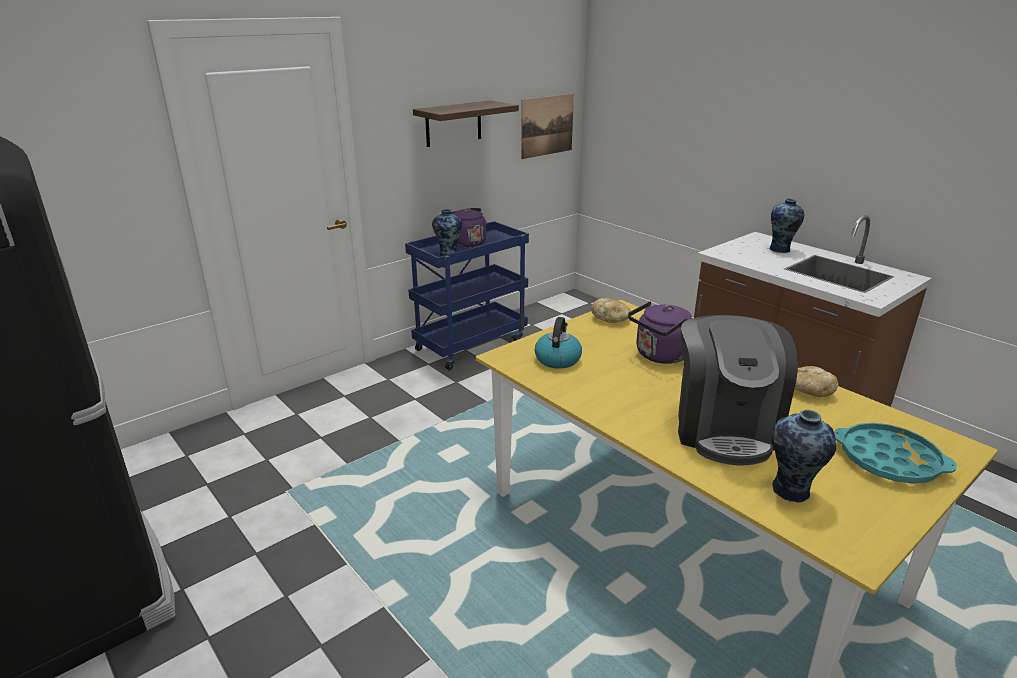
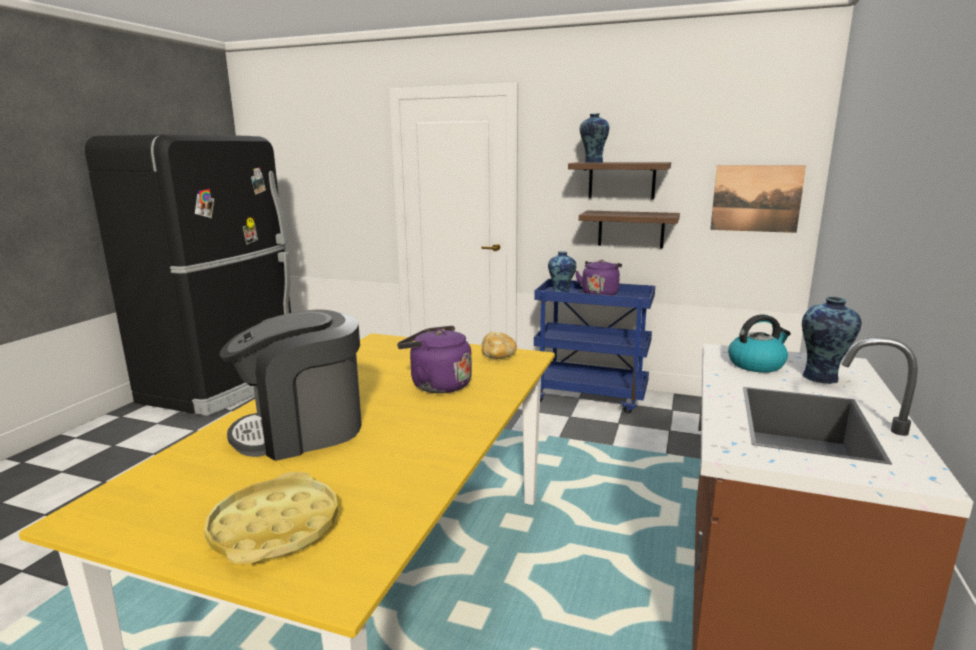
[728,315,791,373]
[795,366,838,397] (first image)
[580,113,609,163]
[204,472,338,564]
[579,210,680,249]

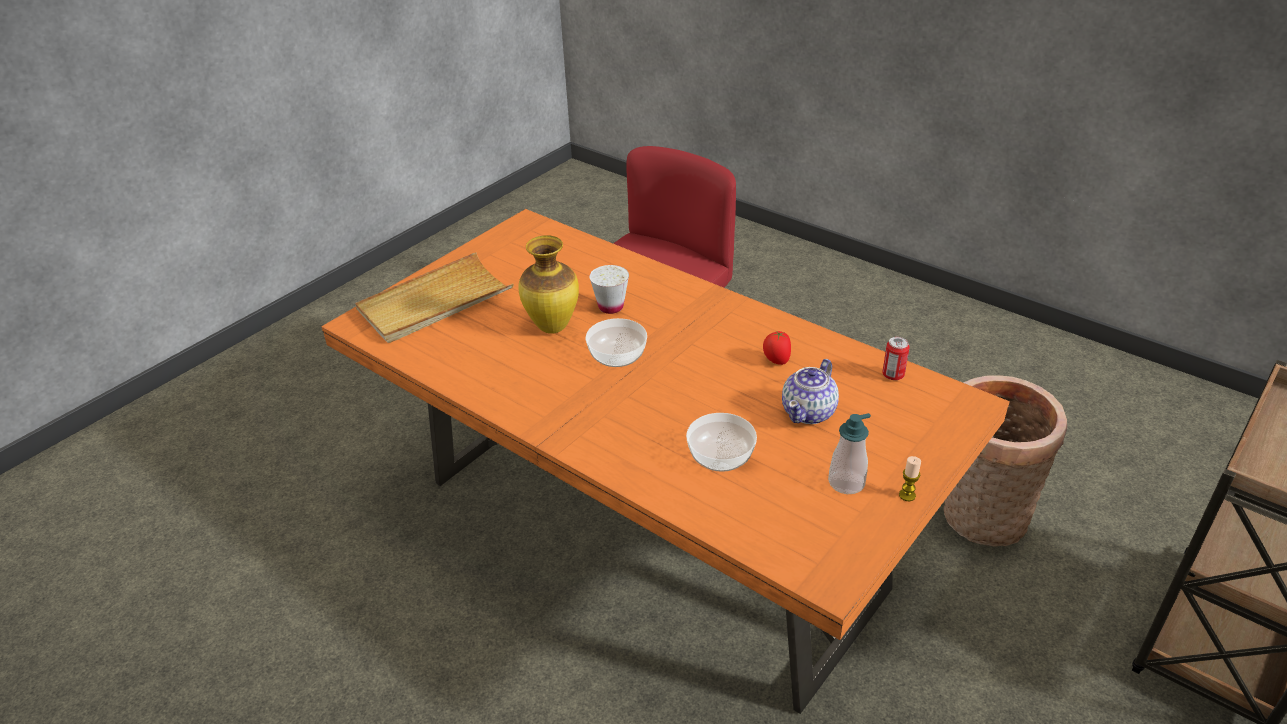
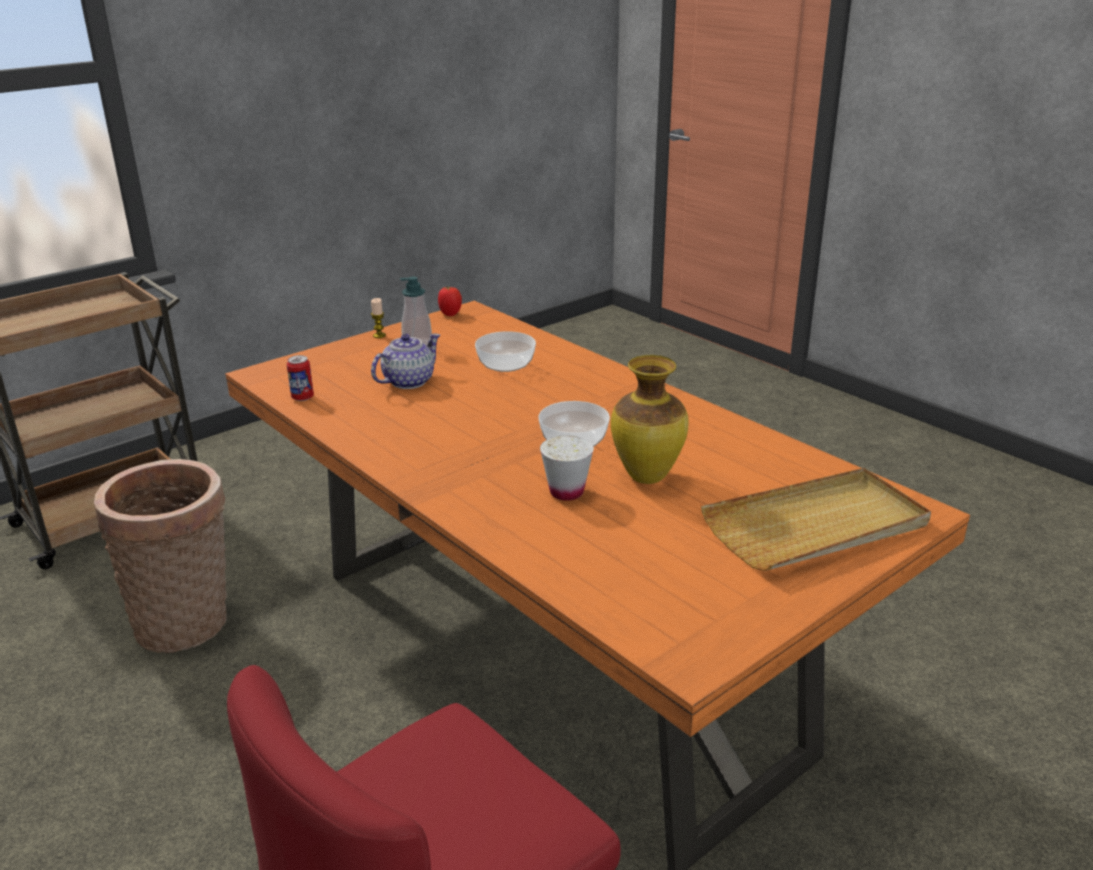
[438,287,462,316]

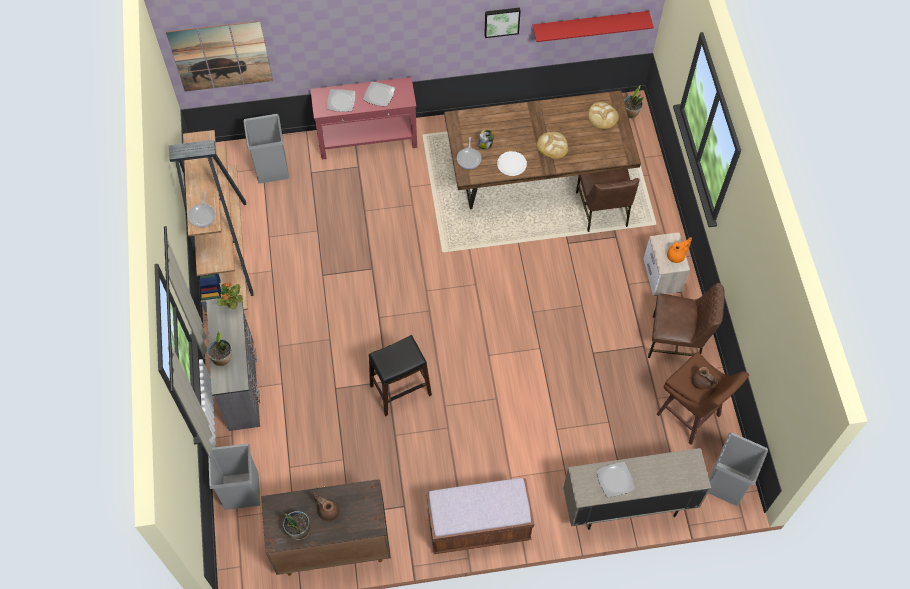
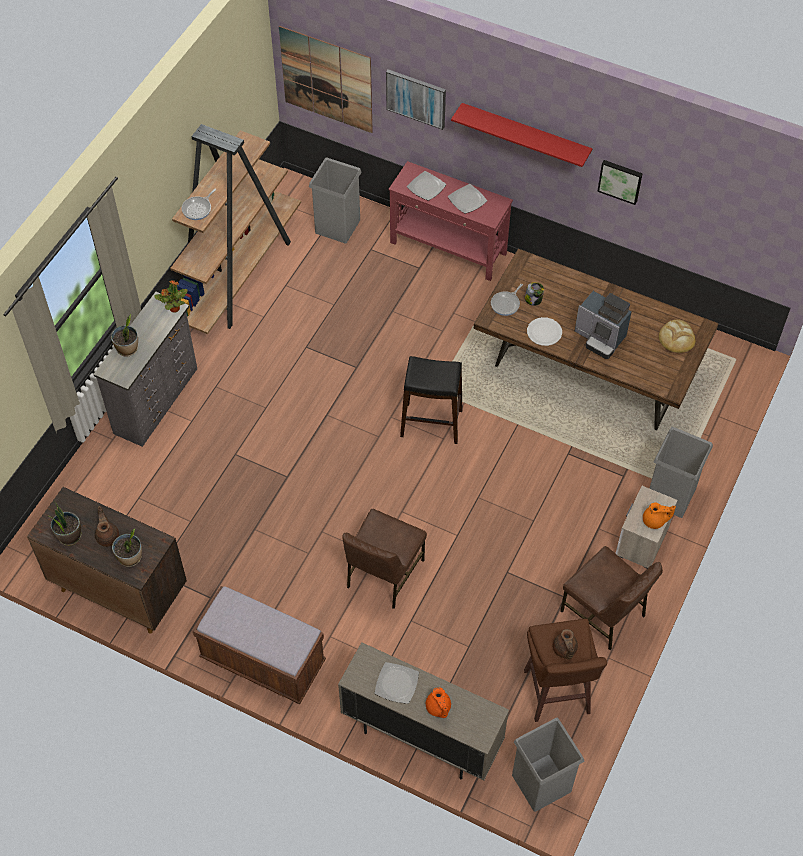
[451,103,592,167]
[112,528,142,567]
[575,291,631,359]
[342,509,427,609]
[400,356,462,444]
[649,427,713,518]
[386,69,446,130]
[426,687,451,718]

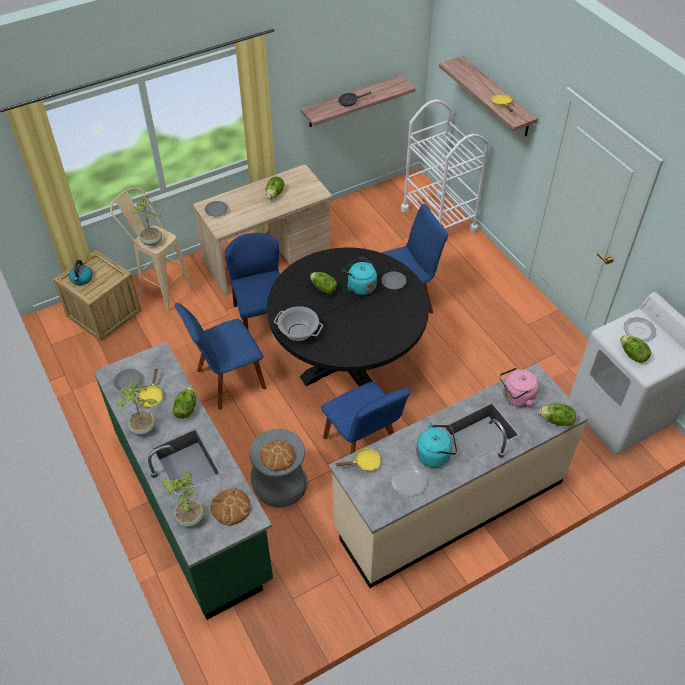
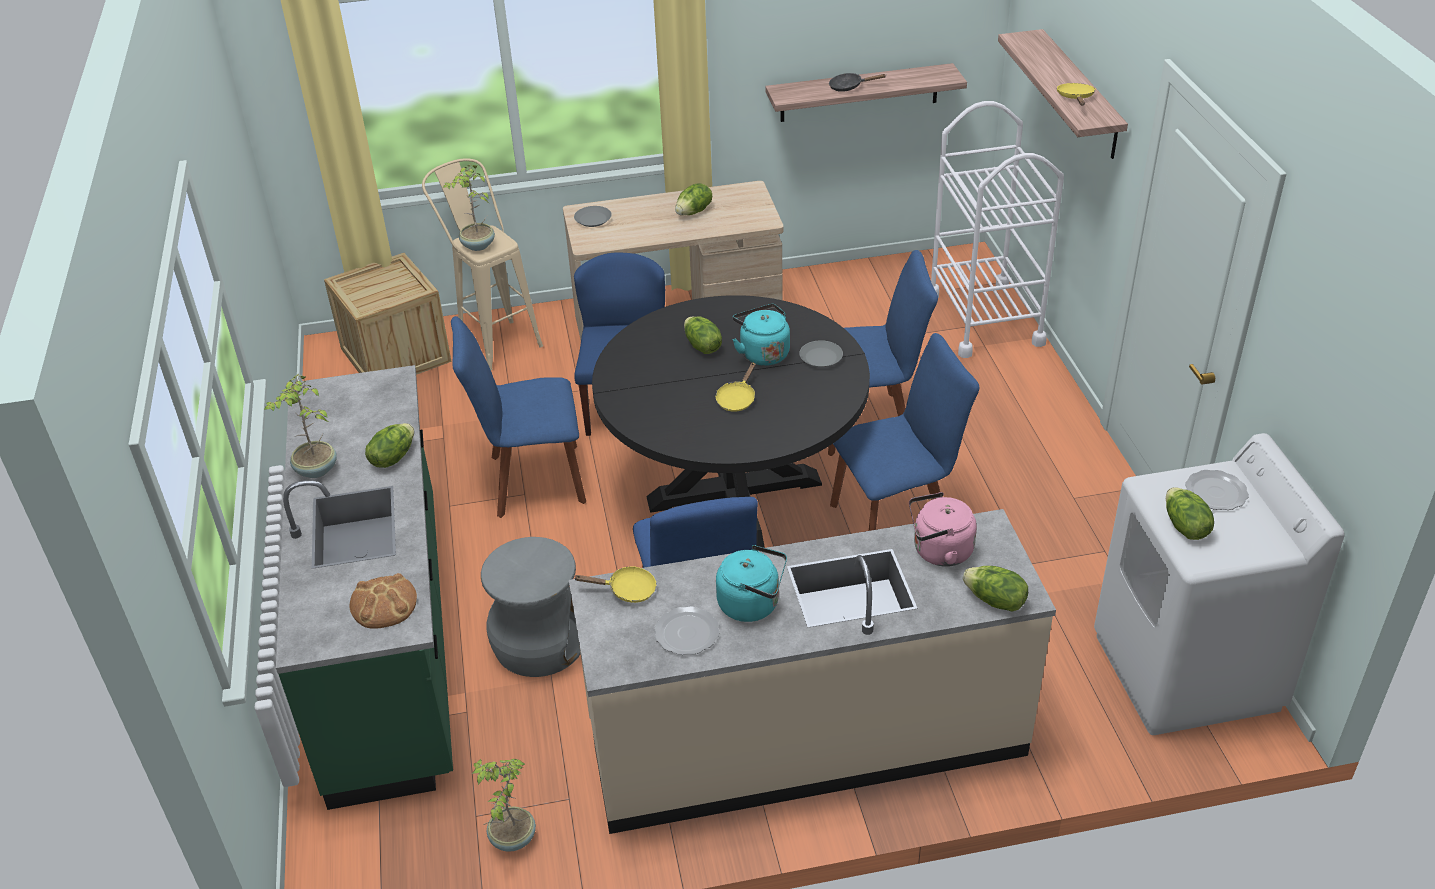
[69,260,93,285] (first image)
[274,306,323,341] (first image)
[114,369,142,390] (first image)
[716,362,755,412]
[260,439,295,471] (first image)
[472,759,536,852]
[830,333,979,531]

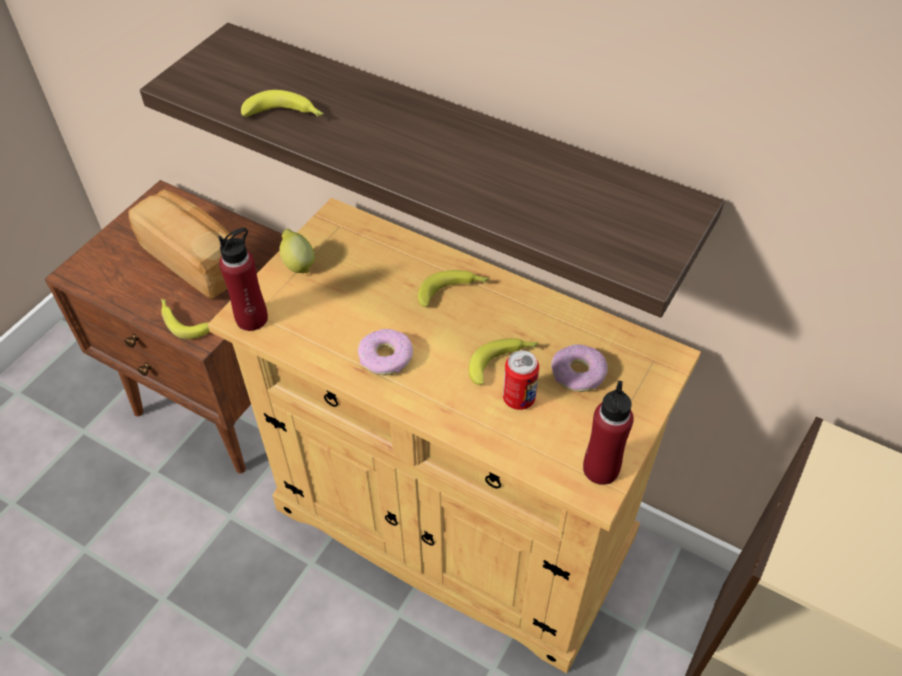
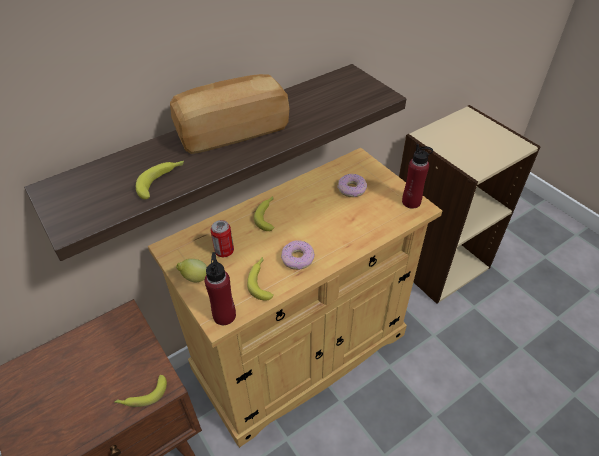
[170,74,289,154]
[247,257,274,301]
[210,220,234,257]

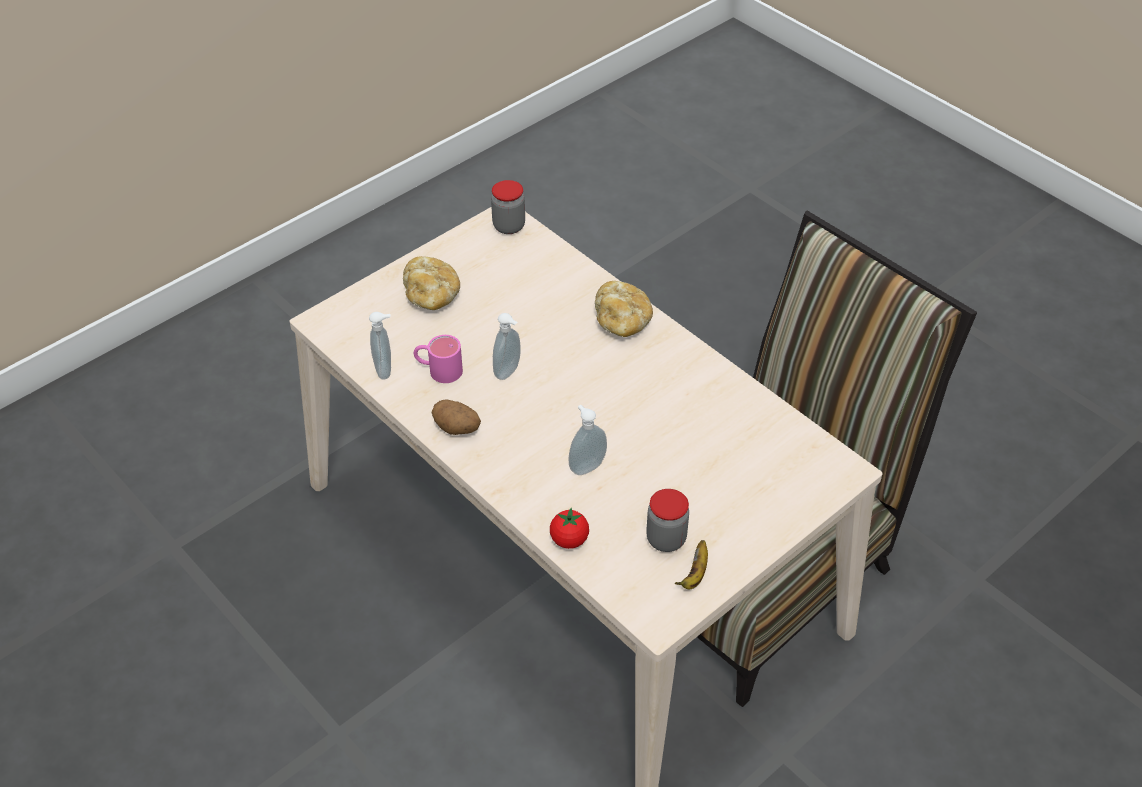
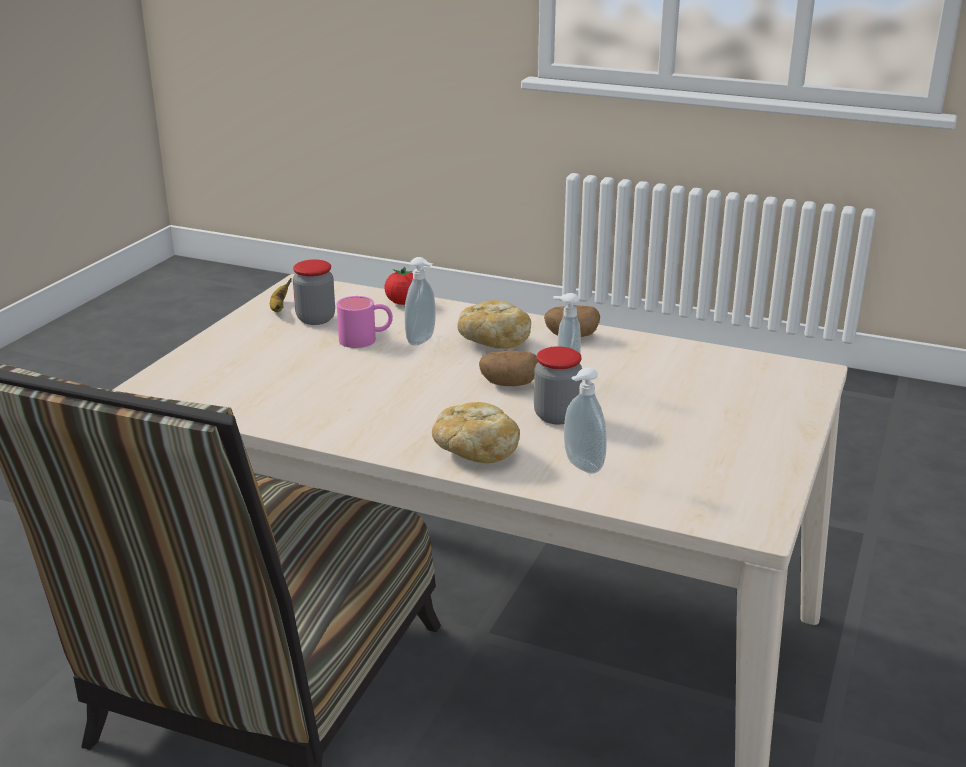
[534,346,582,424]
[457,300,531,349]
[564,367,607,474]
[337,296,393,348]
[479,350,538,386]

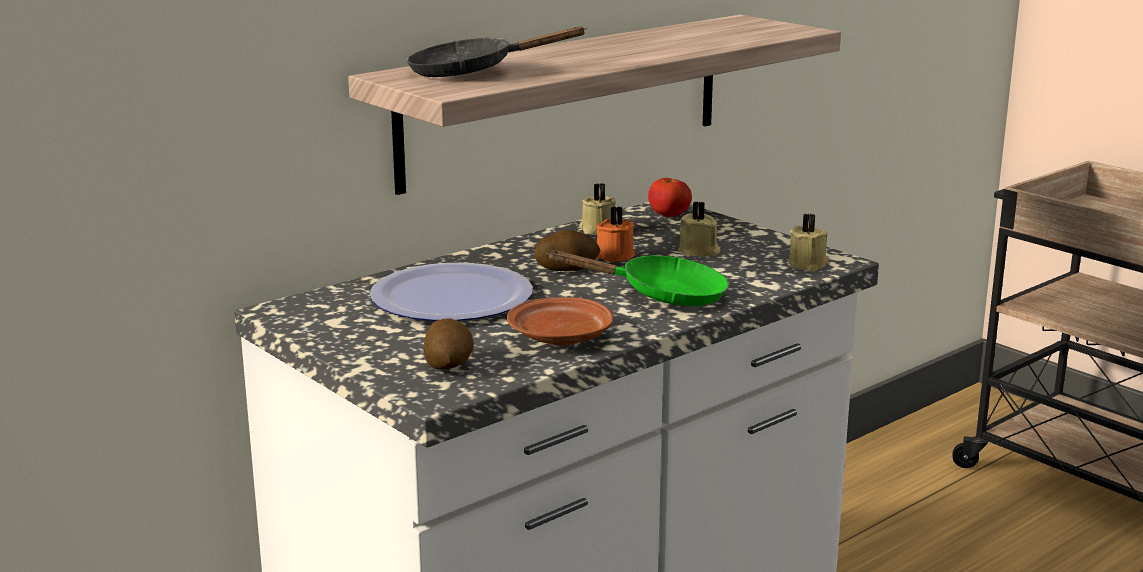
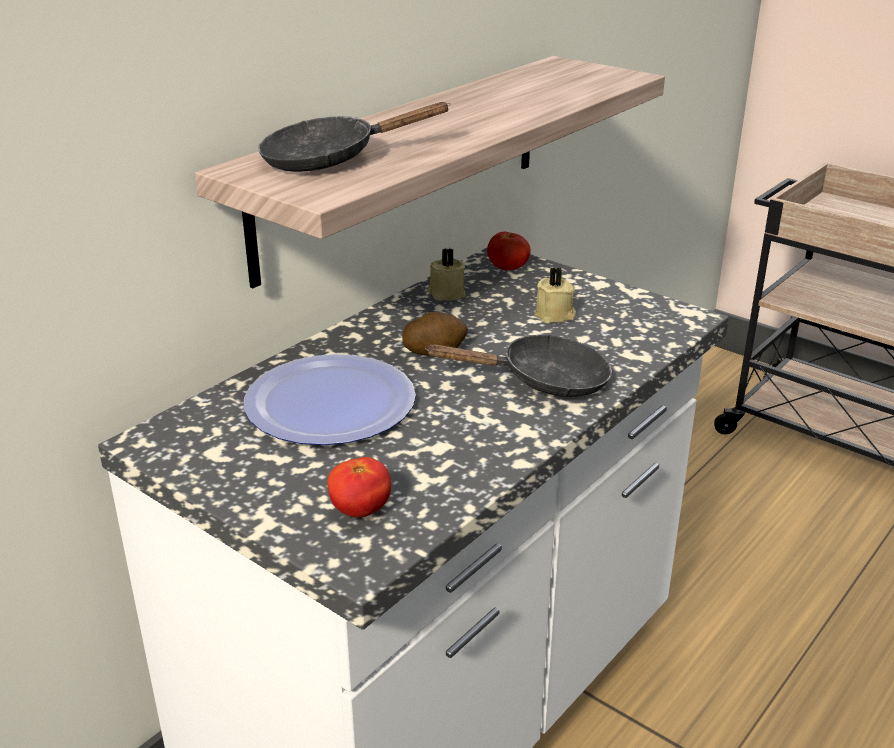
[596,206,635,262] (first image)
[789,213,829,271] (first image)
[425,334,612,397]
[507,297,613,346] (first image)
[327,457,391,518]

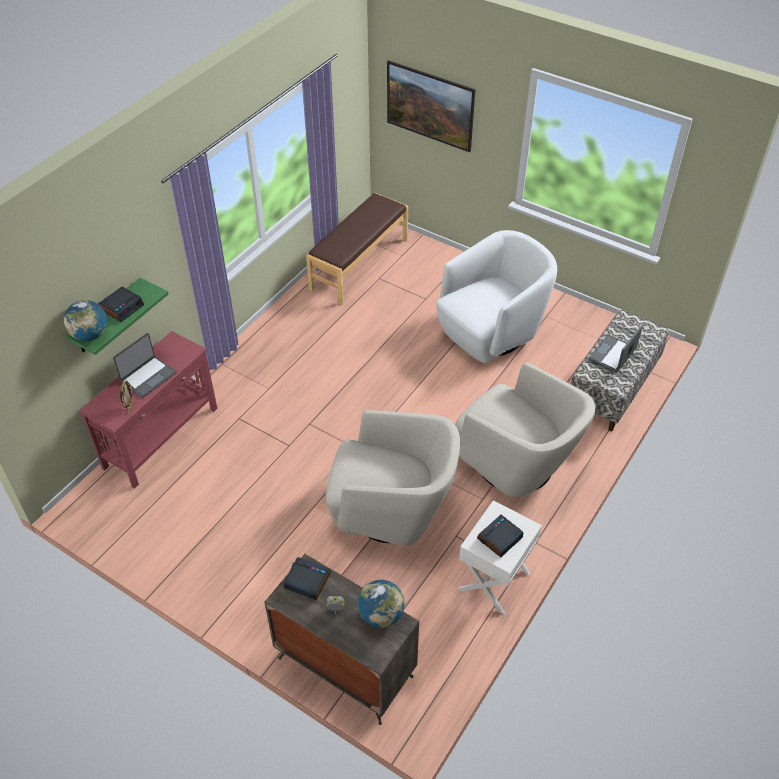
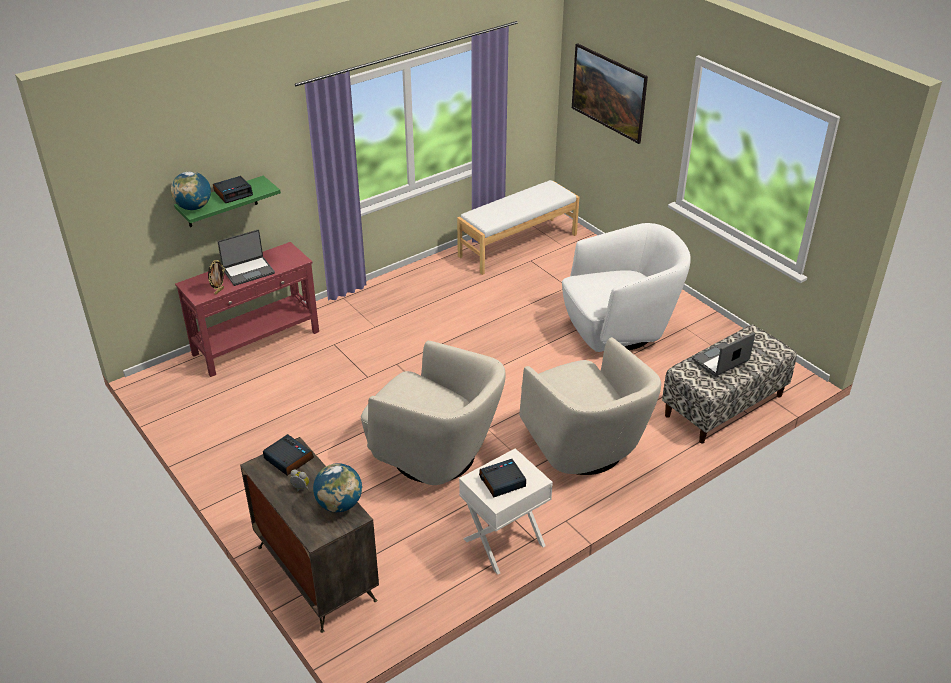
[457,180,579,275]

